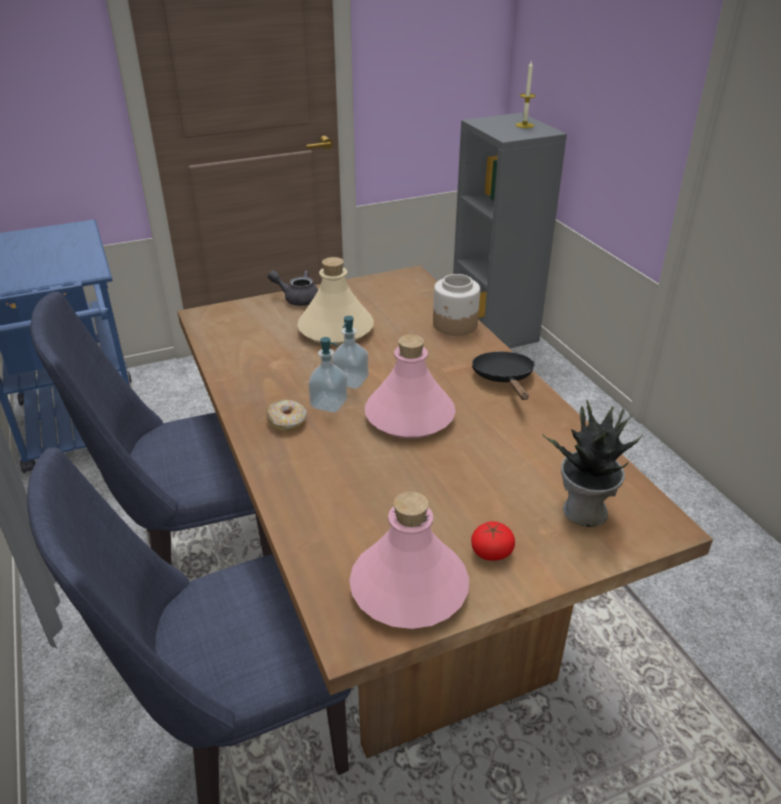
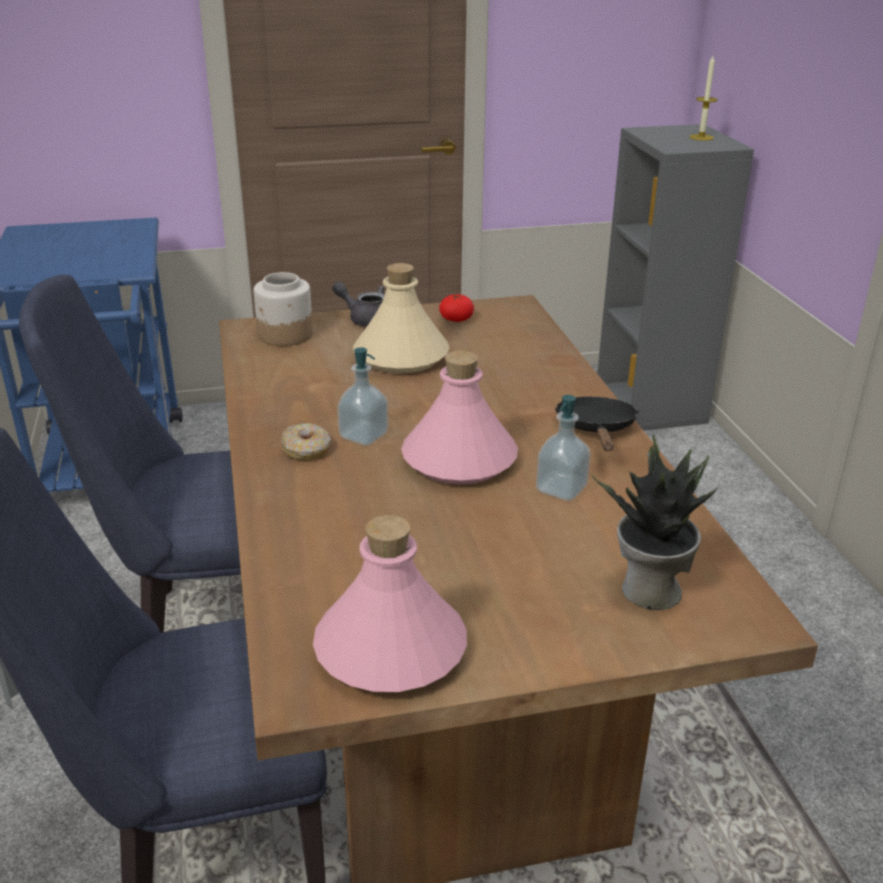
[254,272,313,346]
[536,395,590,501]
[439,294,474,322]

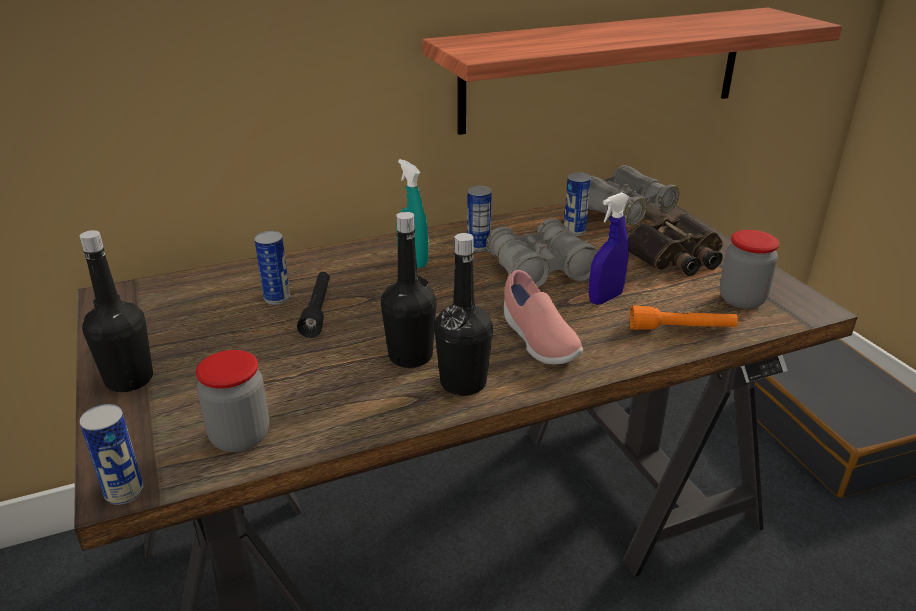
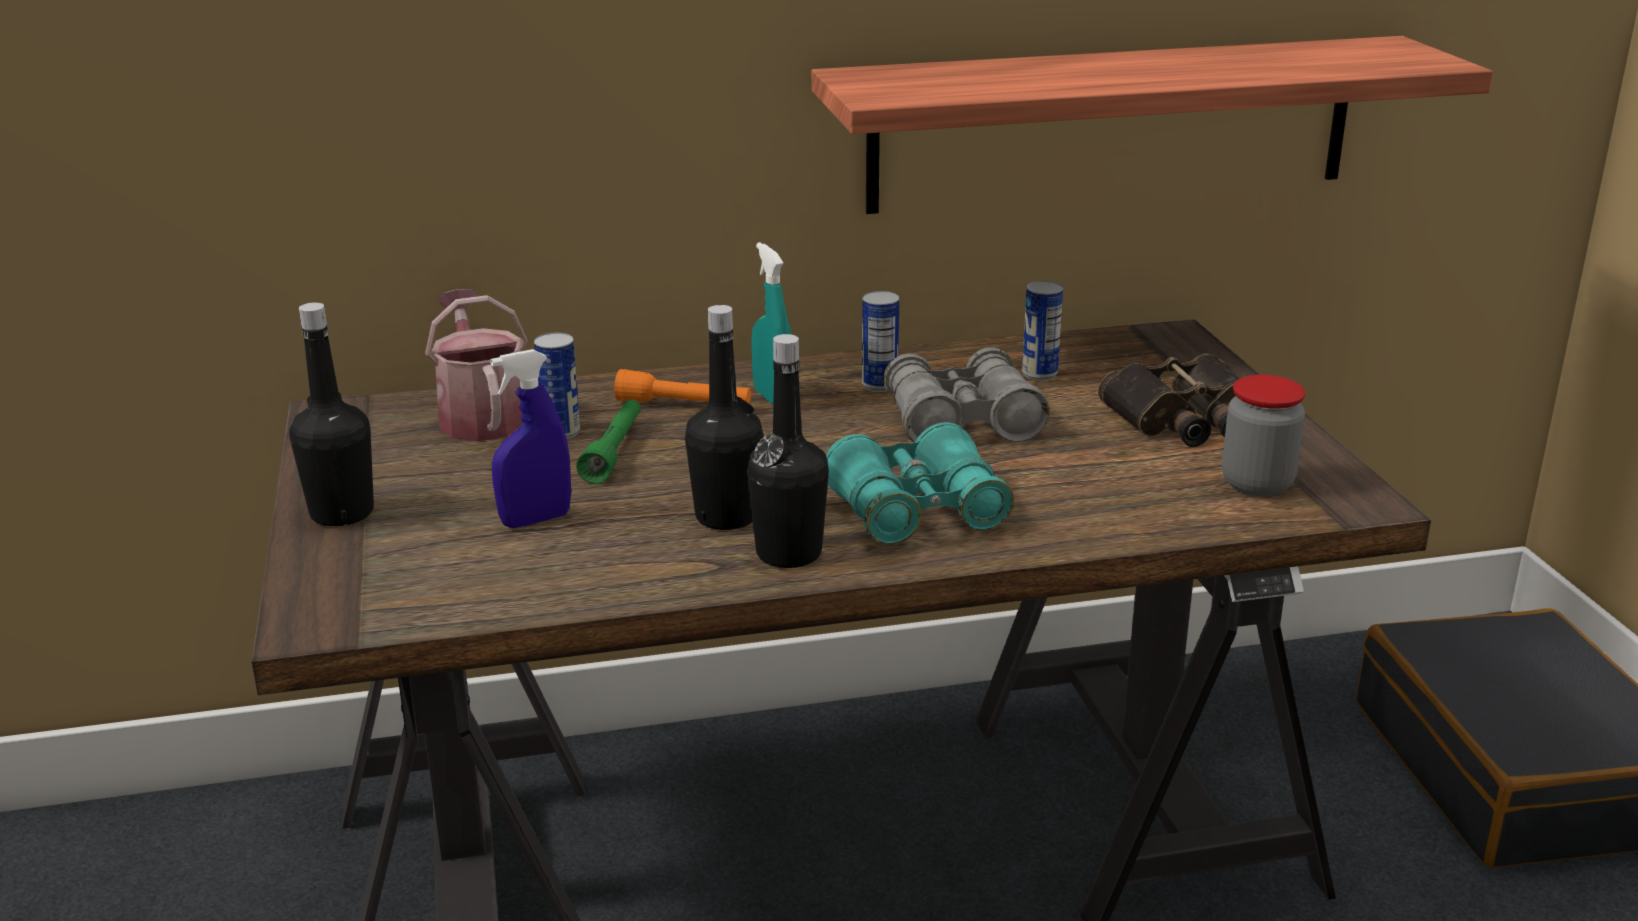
[588,165,679,226] (first image)
[490,349,571,528]
[826,422,1014,545]
[576,399,641,484]
[614,369,751,403]
[195,350,269,452] (first image)
[80,404,143,505] (first image)
[425,289,528,441]

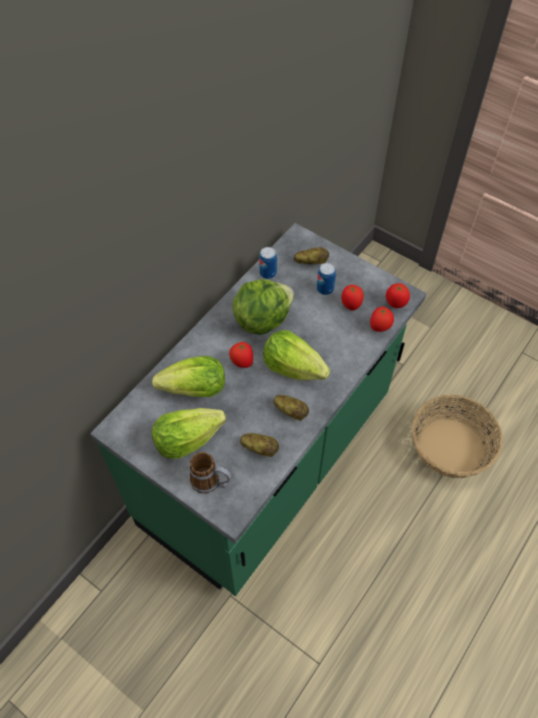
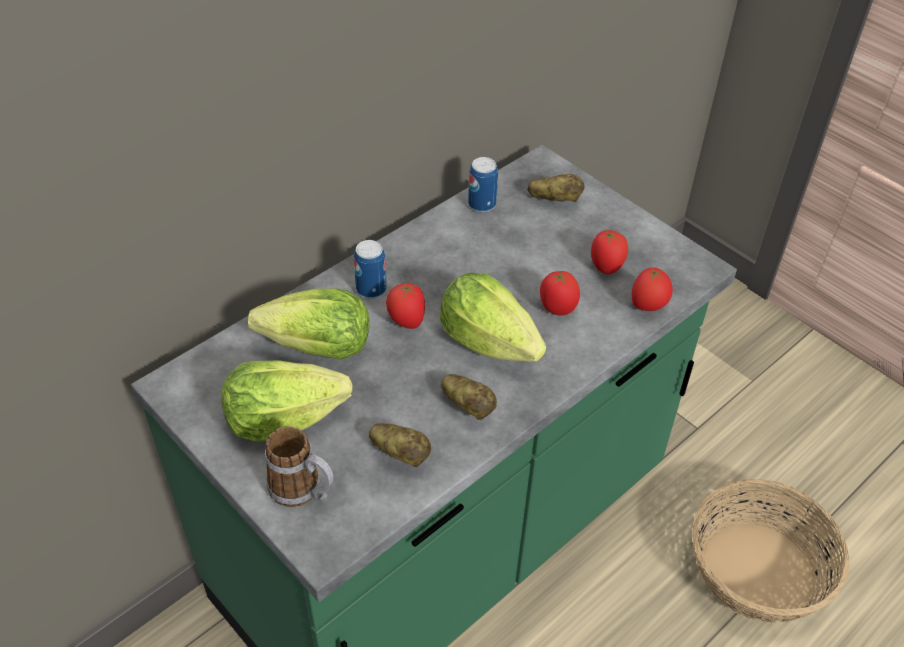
[354,240,387,298]
[233,279,294,335] (first image)
[540,271,580,316]

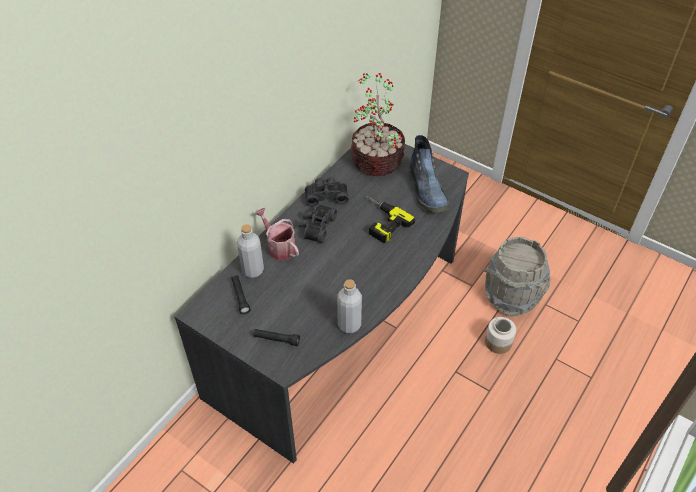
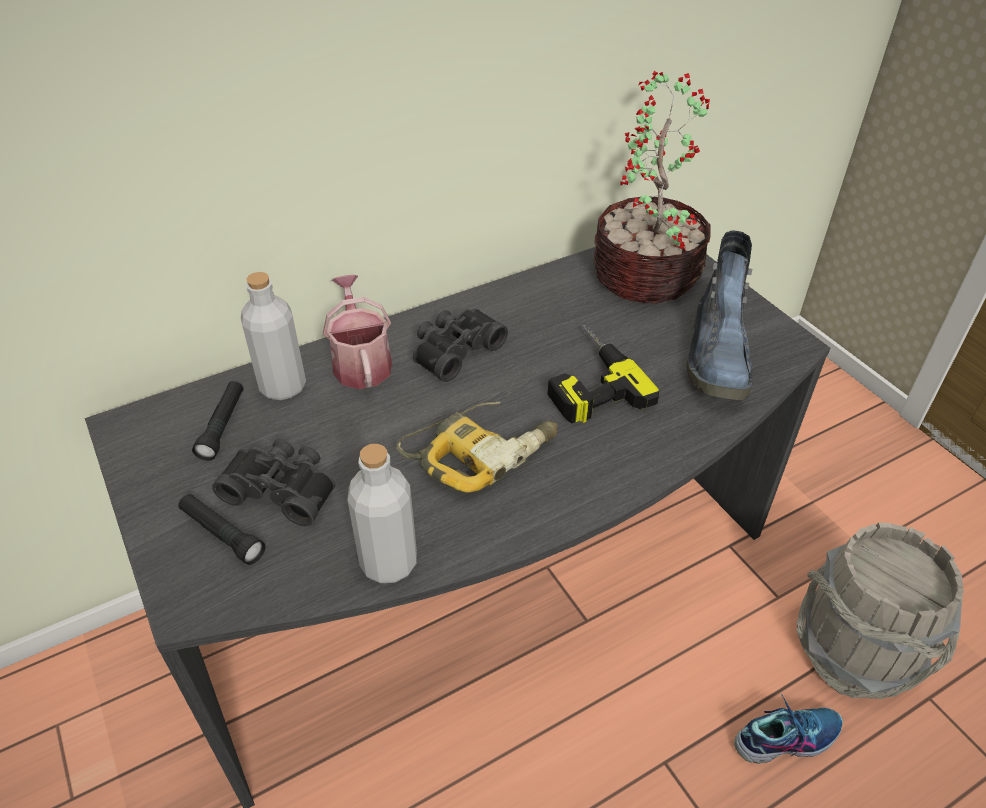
[212,439,335,526]
[734,694,843,764]
[396,402,558,493]

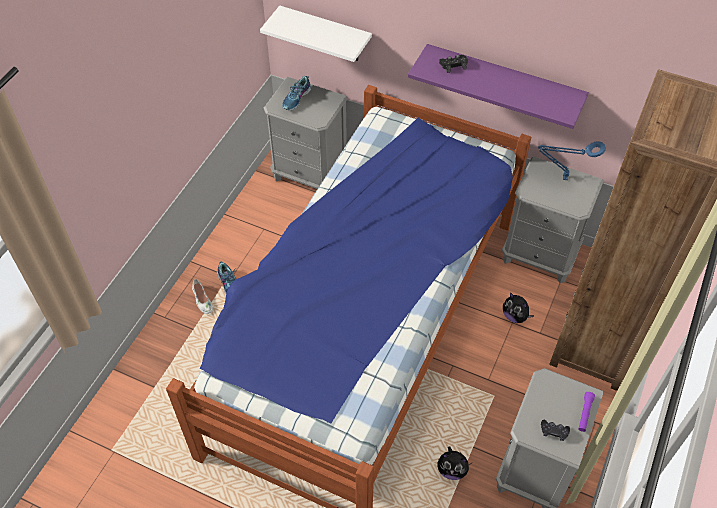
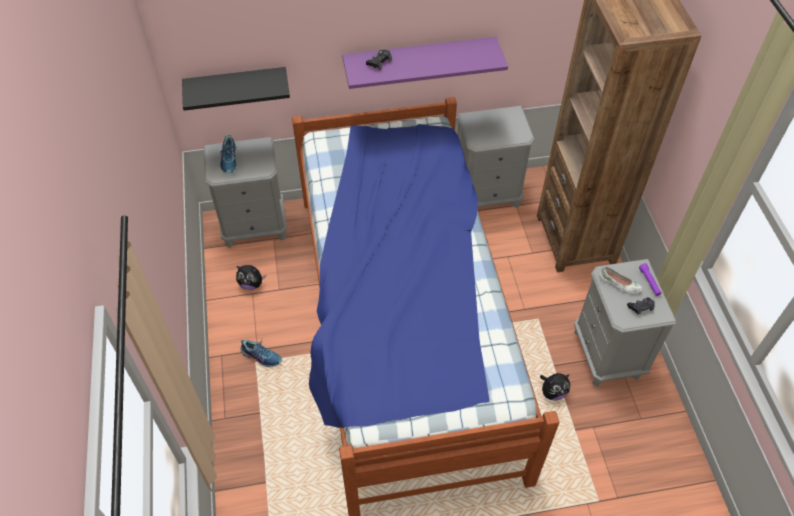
[182,67,290,111]
[538,141,606,180] (first image)
[599,266,642,294]
[236,265,266,290]

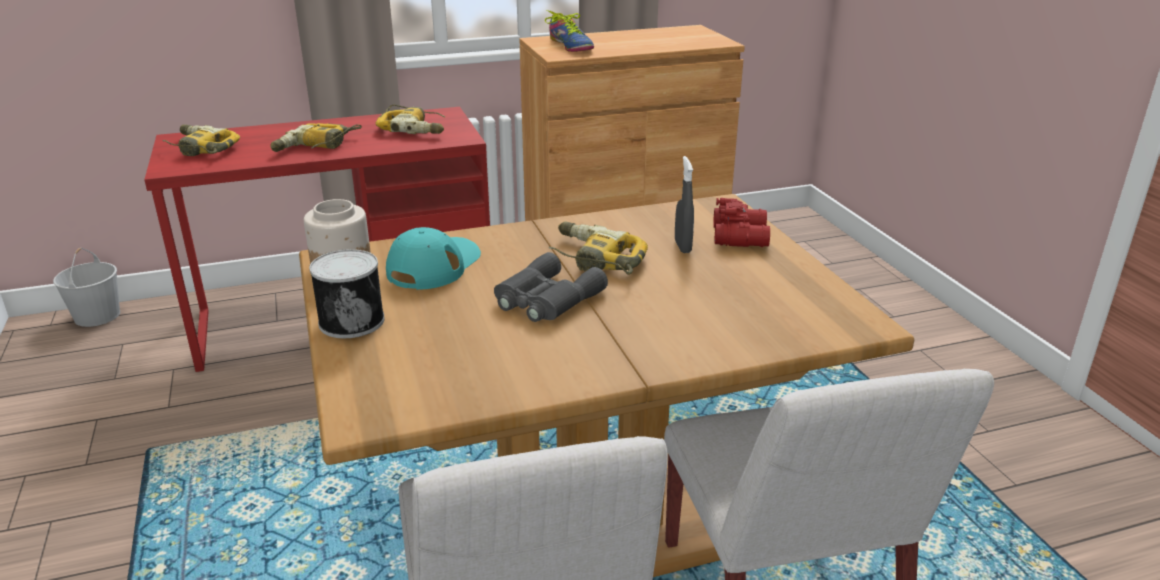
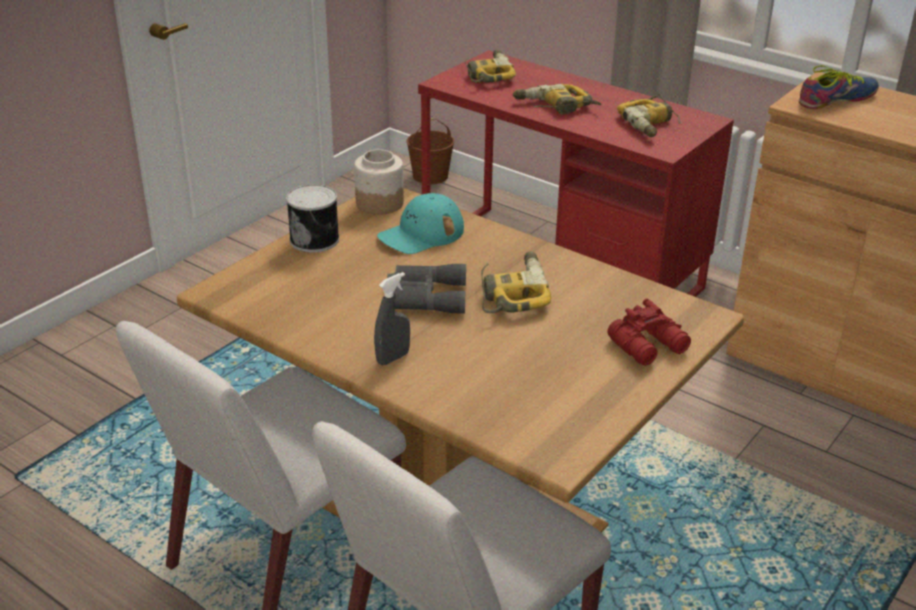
[799,65,879,109]
[374,272,410,365]
[377,193,464,254]
[407,118,454,184]

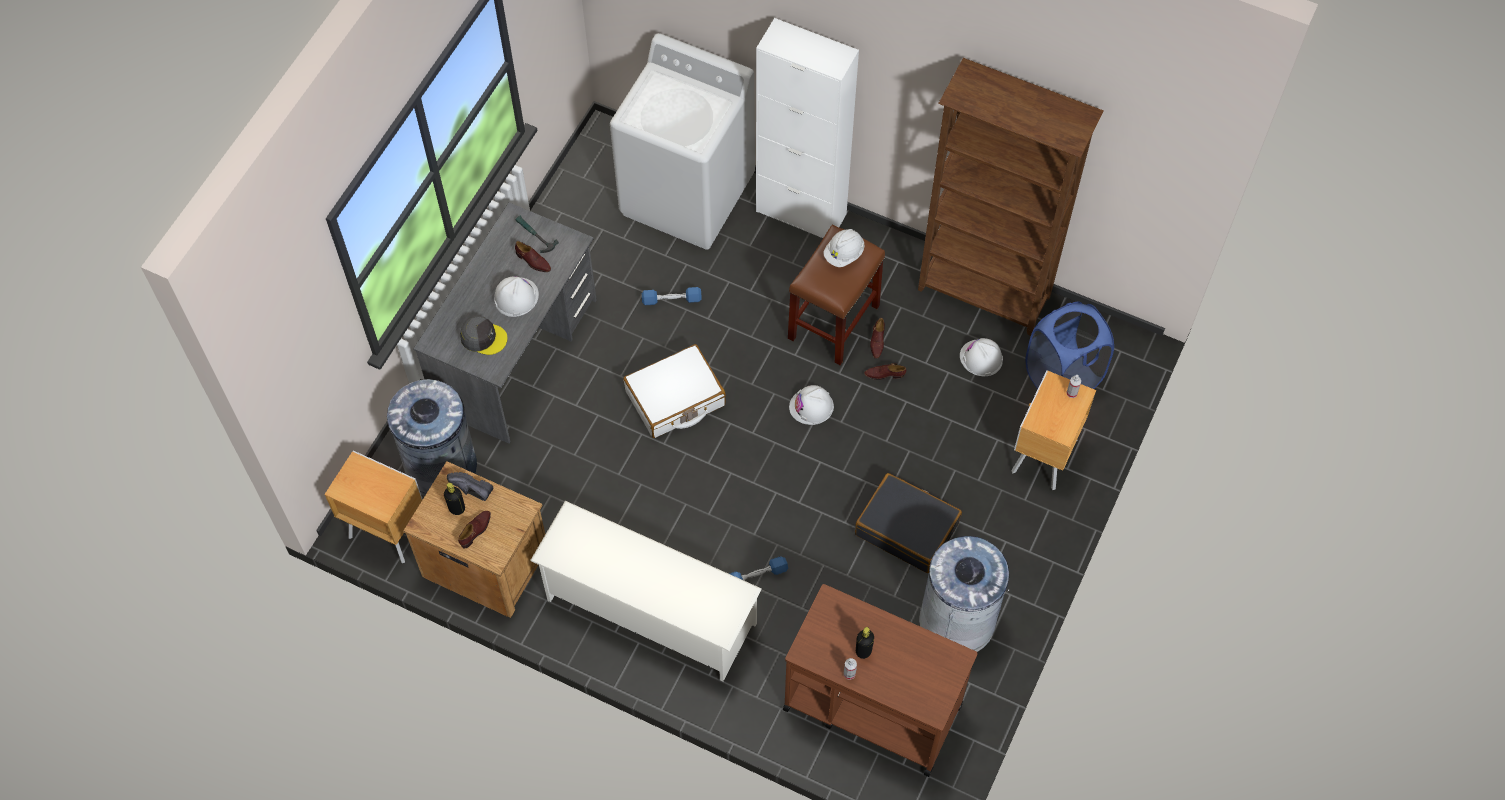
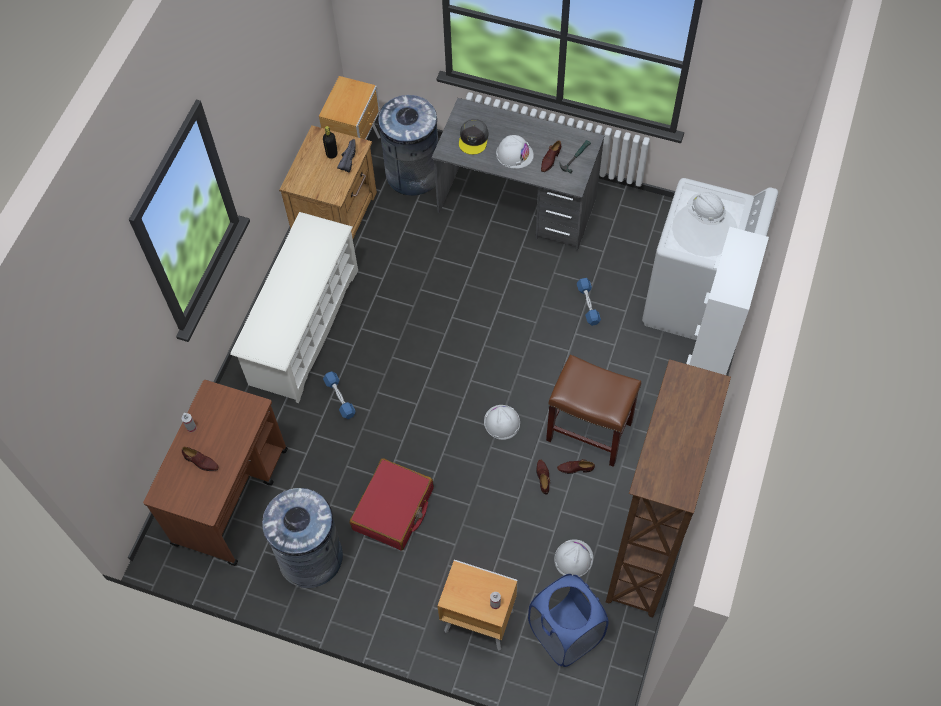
[687,192,725,223]
[623,344,726,438] (first image)
[349,458,434,550]
[182,447,219,471]
[856,627,874,659] (first image)

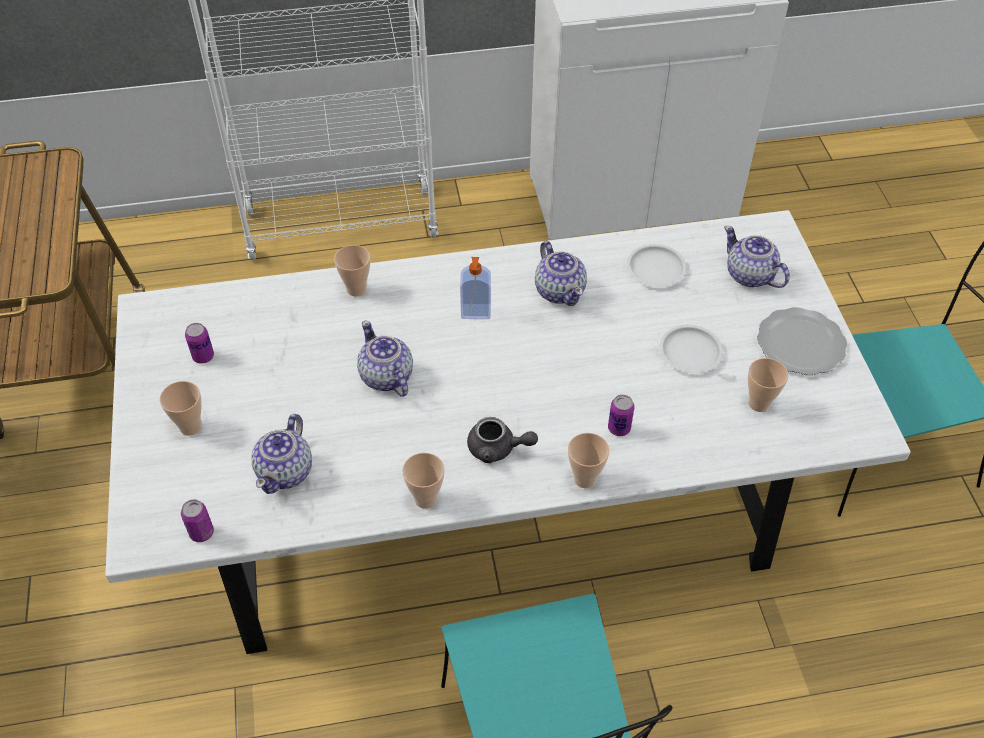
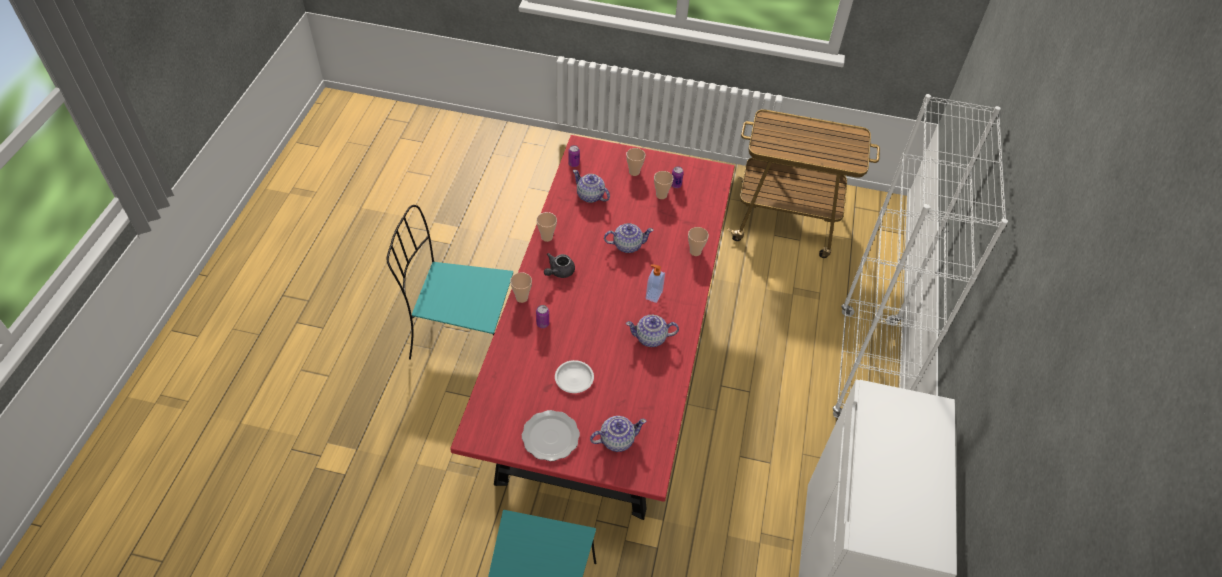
[450,135,735,520]
[627,244,687,287] (first image)
[654,171,674,199]

